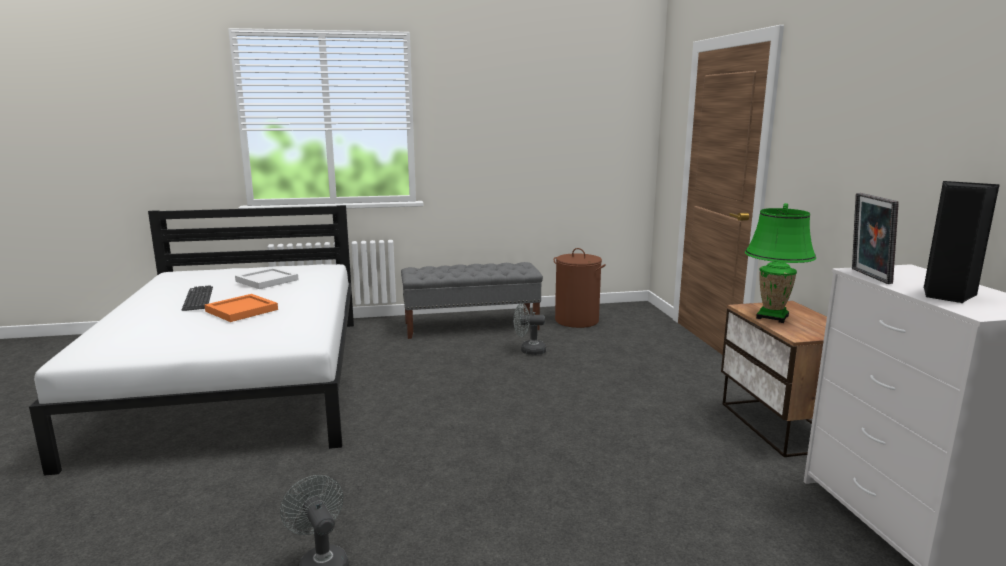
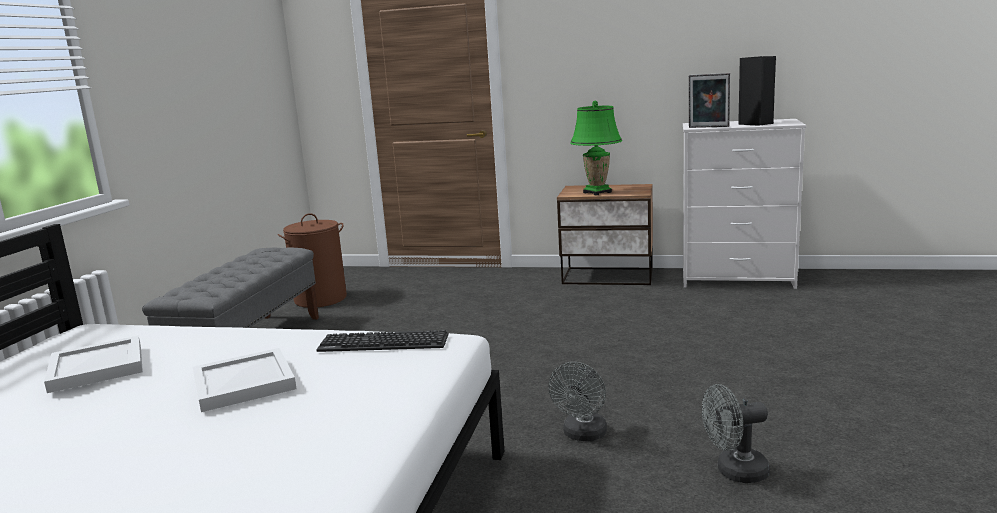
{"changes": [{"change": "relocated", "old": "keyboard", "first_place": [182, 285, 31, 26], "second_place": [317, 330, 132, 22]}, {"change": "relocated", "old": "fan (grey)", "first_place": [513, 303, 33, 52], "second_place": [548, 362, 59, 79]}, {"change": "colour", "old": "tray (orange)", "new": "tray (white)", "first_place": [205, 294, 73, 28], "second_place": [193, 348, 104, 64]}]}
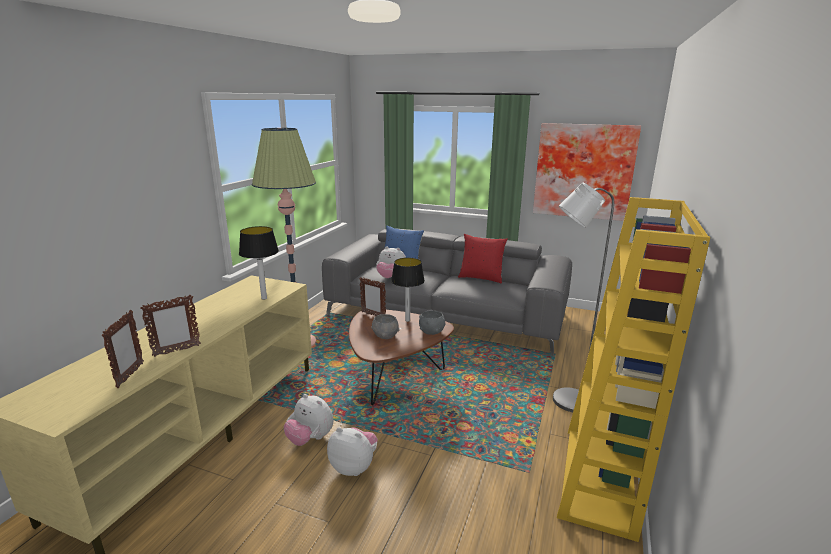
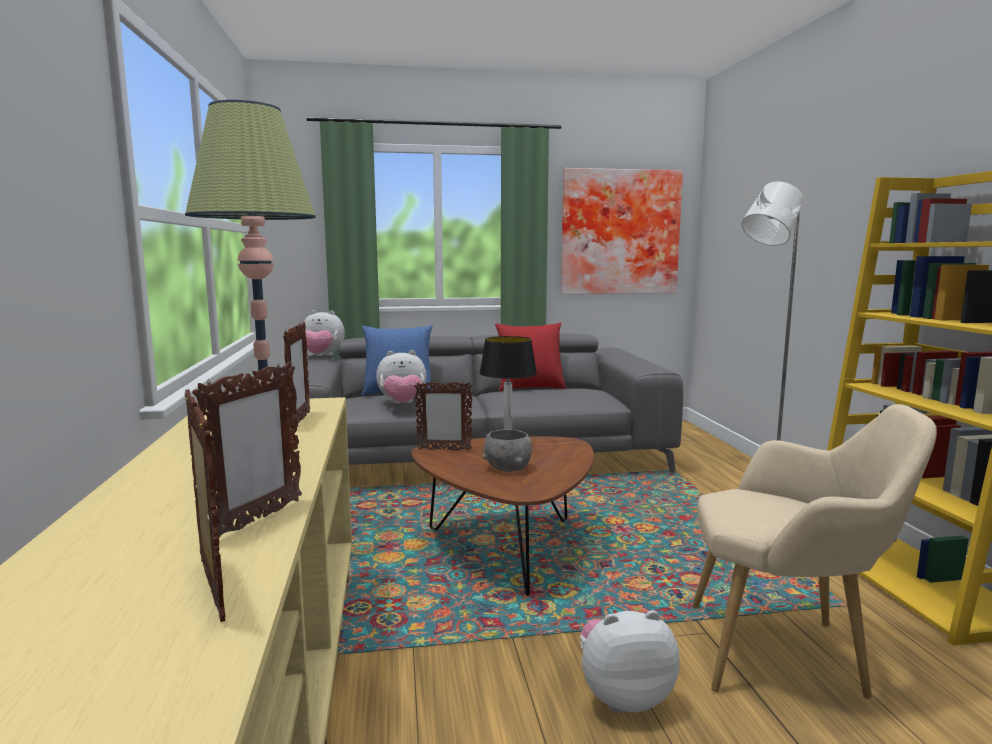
{"changes": [{"change": "missing", "old": "bowl (grey)", "first_place": [419, 311, 26, 24]}, {"change": "appeared", "new": "armchair (beige)", "second_place": [692, 404, 245, 295]}, {"change": "relocated", "old": "plush toy", "first_place": [284, 394, 49, 52], "second_place": [304, 310, 41, 46]}, {"change": "exchanged", "old": "table lamp", "new": "picture frame", "first_place": [239, 226, 40, 74], "second_place": [283, 322, 27, 108]}]}
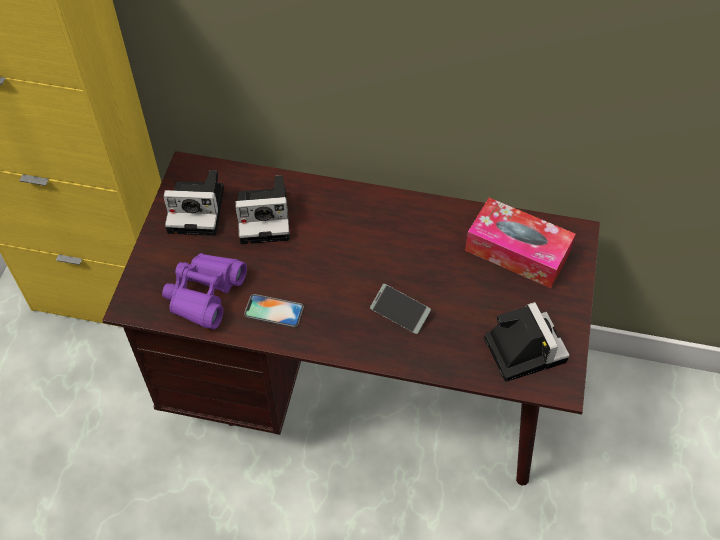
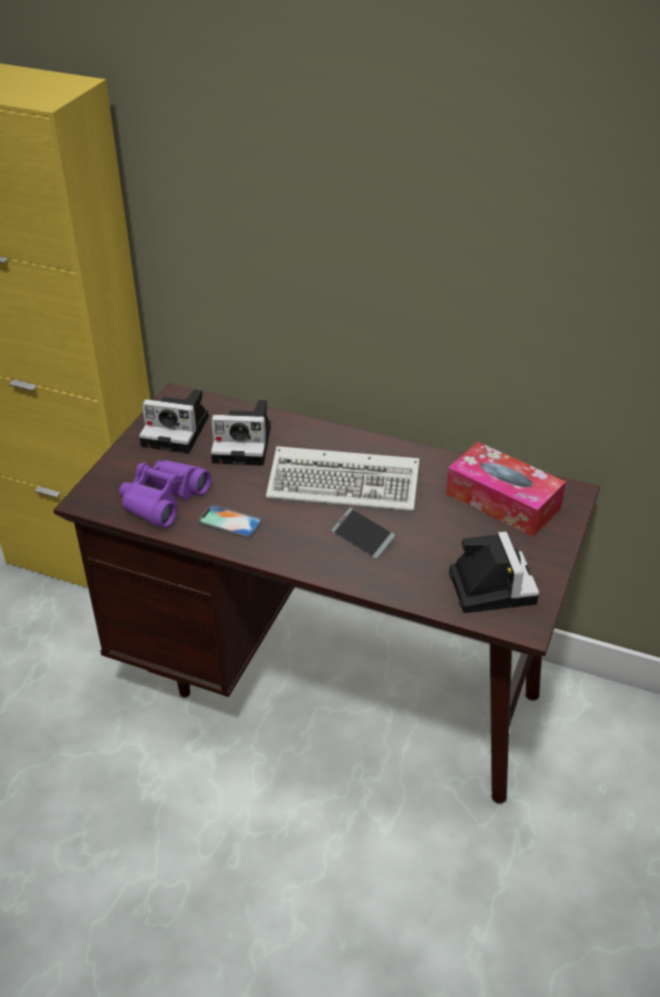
{"changes": [{"change": "appeared", "new": "keyboard", "second_place": [266, 446, 153, 65]}]}
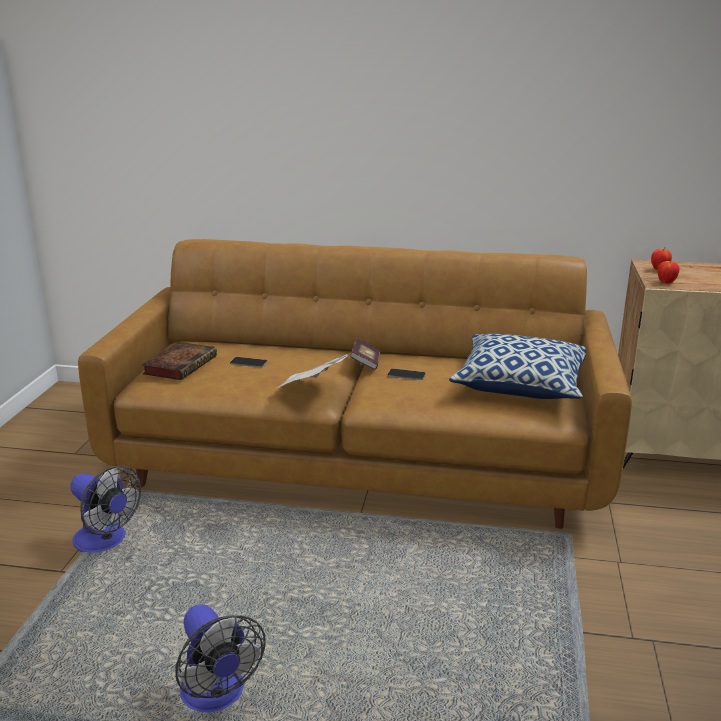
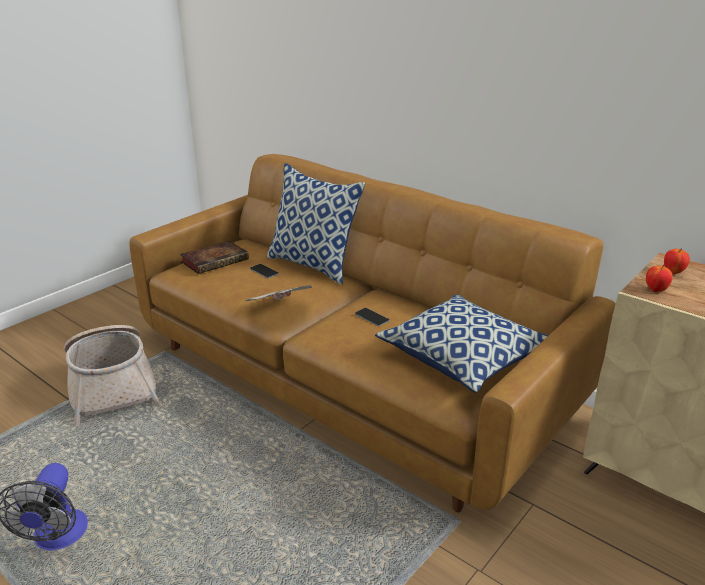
{"changes": [{"change": "missing", "old": "book", "first_place": [350, 338, 30, 32]}, {"change": "appeared", "new": "pillow", "second_place": [267, 163, 98, 122]}, {"change": "exchanged", "old": "fan", "new": "basket", "first_place": [70, 465, 71, 88], "second_place": [64, 325, 97, 101]}]}
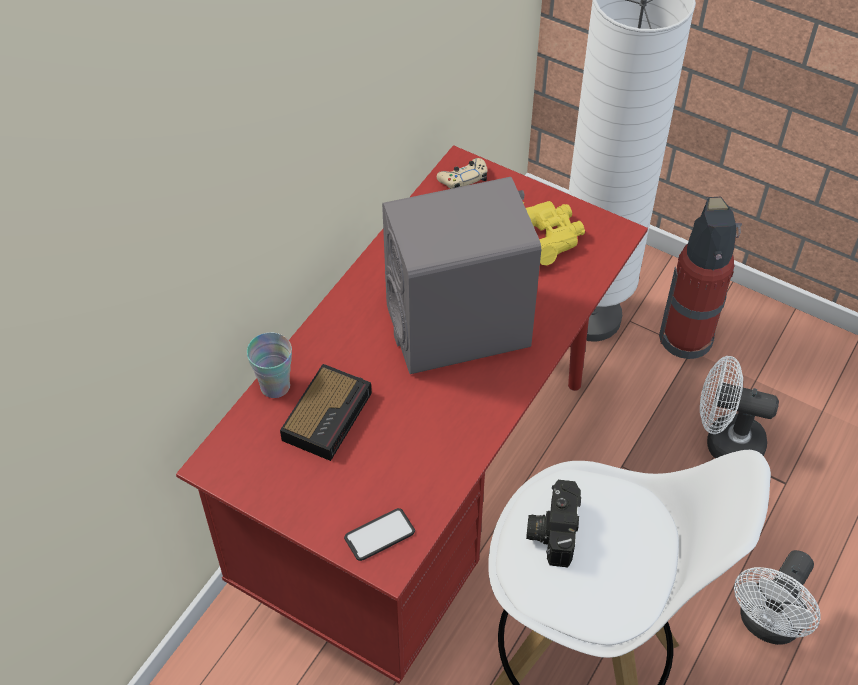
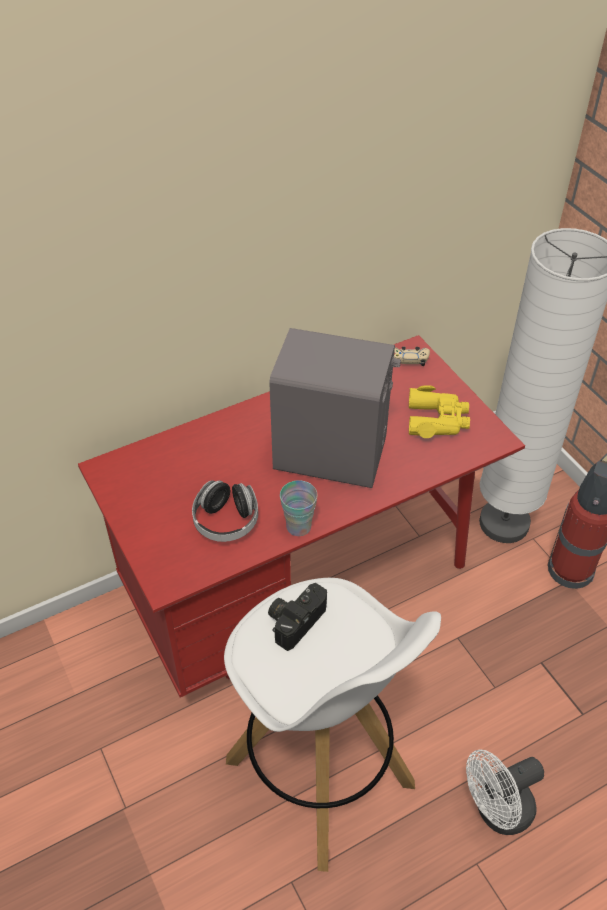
{"changes": [{"change": "missing", "old": "alarm clock", "first_place": [280, 364, 92, 97]}, {"change": "missing", "old": "phone", "first_place": [344, 508, 71, 53]}, {"change": "missing", "old": "fan (white)", "first_place": [700, 356, 79, 102]}, {"change": "appeared", "new": "headphones", "second_place": [192, 480, 66, 62]}, {"change": "relocated", "old": "cup", "first_place": [247, 332, 45, 66], "second_place": [280, 480, 38, 56]}]}
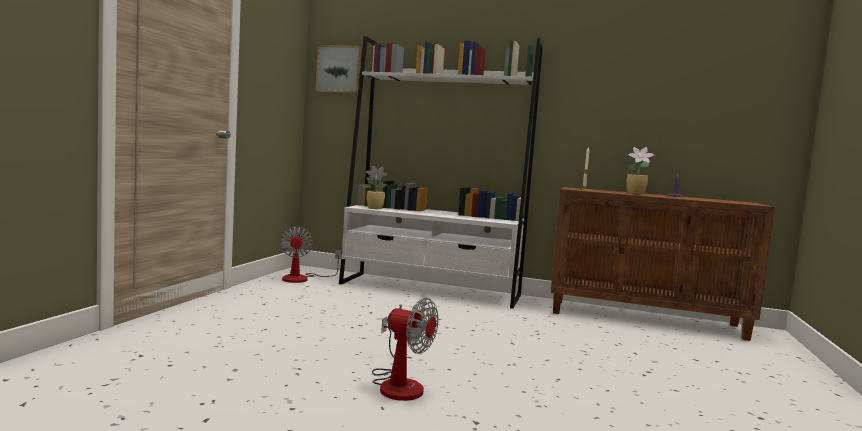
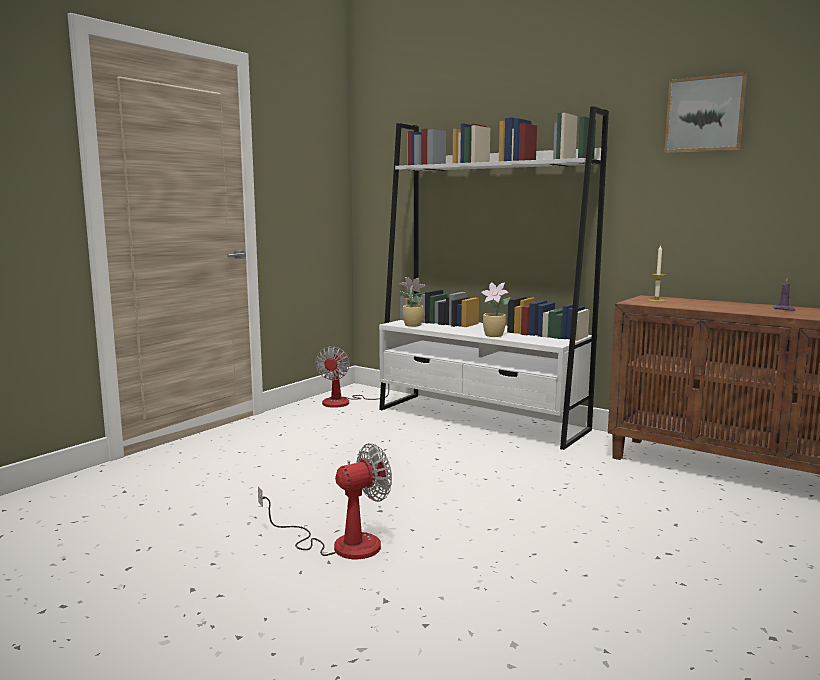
{"changes": [{"change": "relocated", "old": "picture", "first_place": [315, 45, 47, 48], "second_place": [664, 72, 84, 81]}, {"change": "relocated", "old": "potted plant", "first_place": [626, 147, 29, 47], "second_place": [481, 282, 30, 55]}, {"change": "spun", "old": "fan", "first_place": [372, 298, 66, 103], "second_place": [258, 443, 134, 116], "degrees": -75}]}
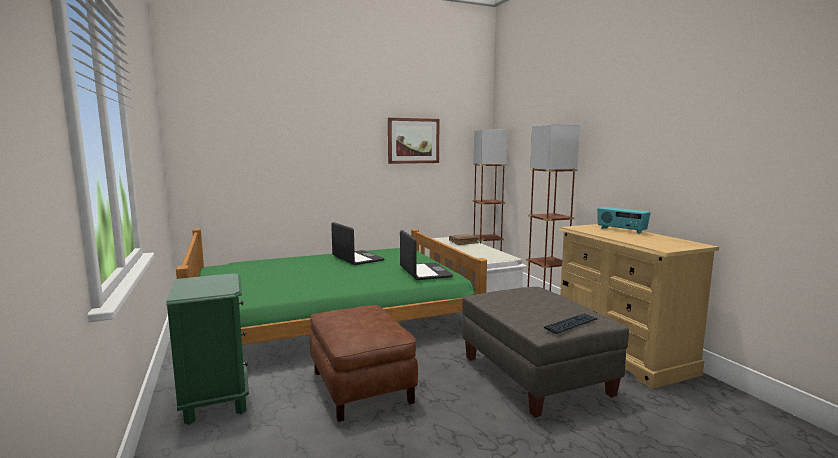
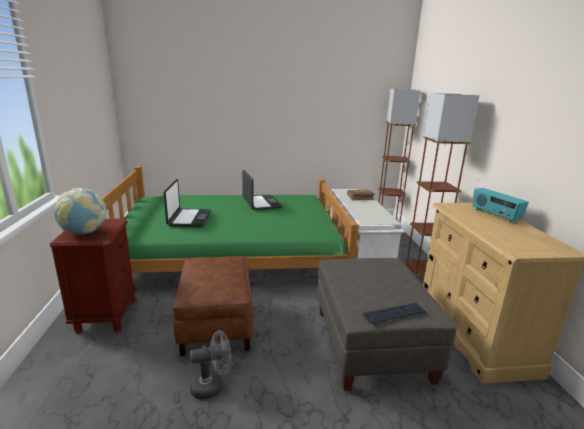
{"changes": [{"change": "missing", "old": "picture", "first_place": [388, 118, 51, 46]}, {"change": "appeared", "new": "globe", "second_place": [54, 188, 52, 46]}, {"change": "appeared", "new": "fan (grey)", "second_place": [190, 330, 41, 70]}, {"change": "relocated", "old": "laptop", "first_place": [400, 230, 53, 50], "second_place": [163, 179, 48, 48]}, {"change": "colour", "old": "nightstand (green)", "new": "nightstand (brown)", "first_place": [167, 273, 82, 152], "second_place": [50, 219, 87, 115]}]}
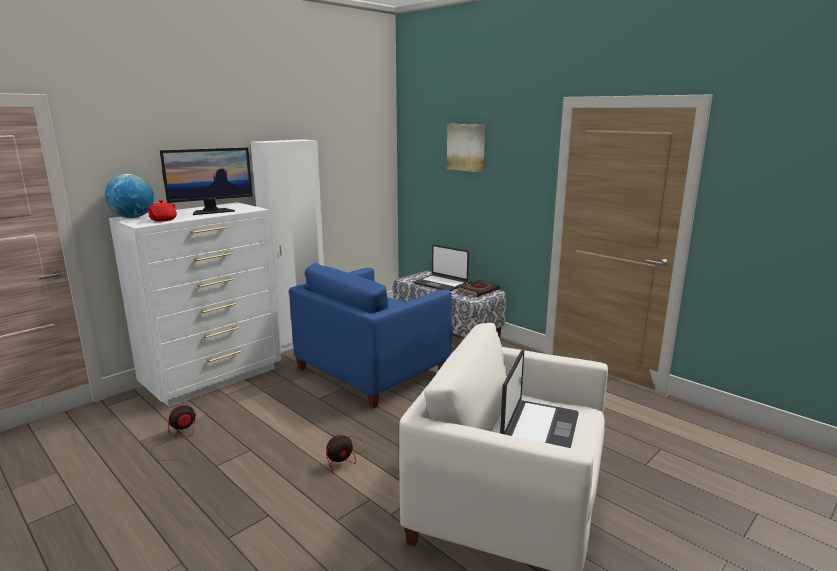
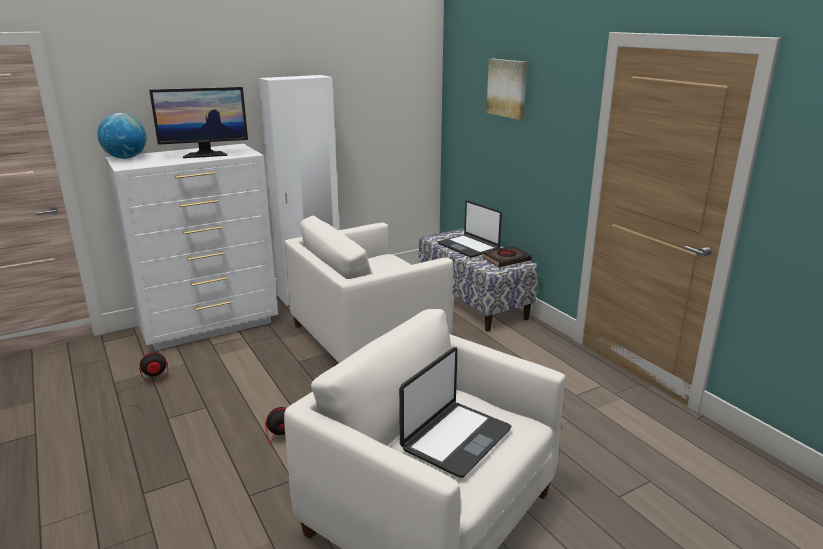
{"changes": [{"change": "missing", "old": "teapot (red)", "first_place": [147, 200, 30, 22]}, {"change": "colour", "old": "armchair (blue)", "new": "armchair (white)", "first_place": [289, 263, 163, 146], "second_place": [284, 216, 169, 147]}]}
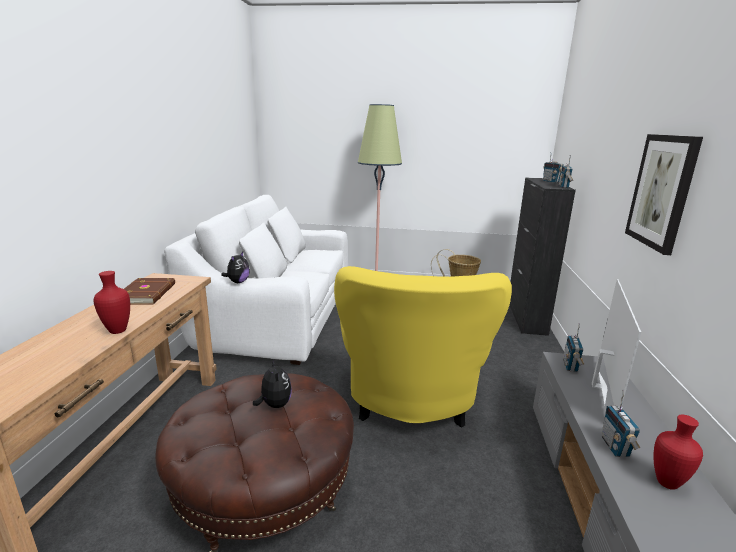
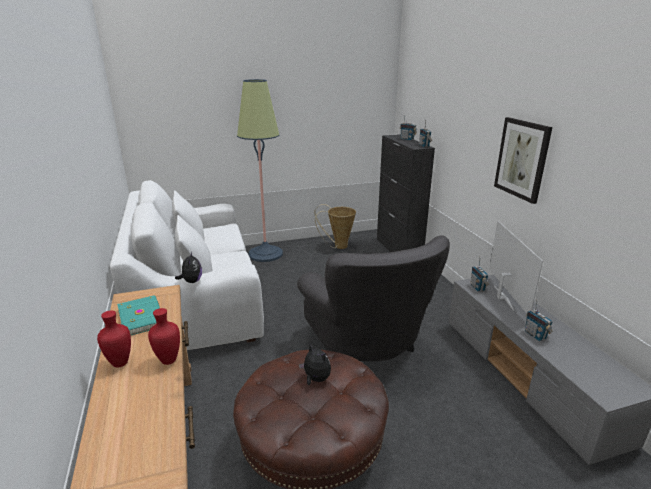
{"changes": [{"change": "relocated", "old": "vase (red)", "first_place": [654, 415, 49, 75], "second_place": [97, 311, 34, 57]}, {"change": "colour", "old": "book (brown)", "new": "book (turquoise)", "first_place": [124, 278, 51, 26], "second_place": [117, 295, 43, 41]}, {"change": "colour", "old": "armchair (yellow)", "new": "armchair (grey)", "first_place": [334, 266, 178, 162], "second_place": [297, 235, 153, 126]}]}
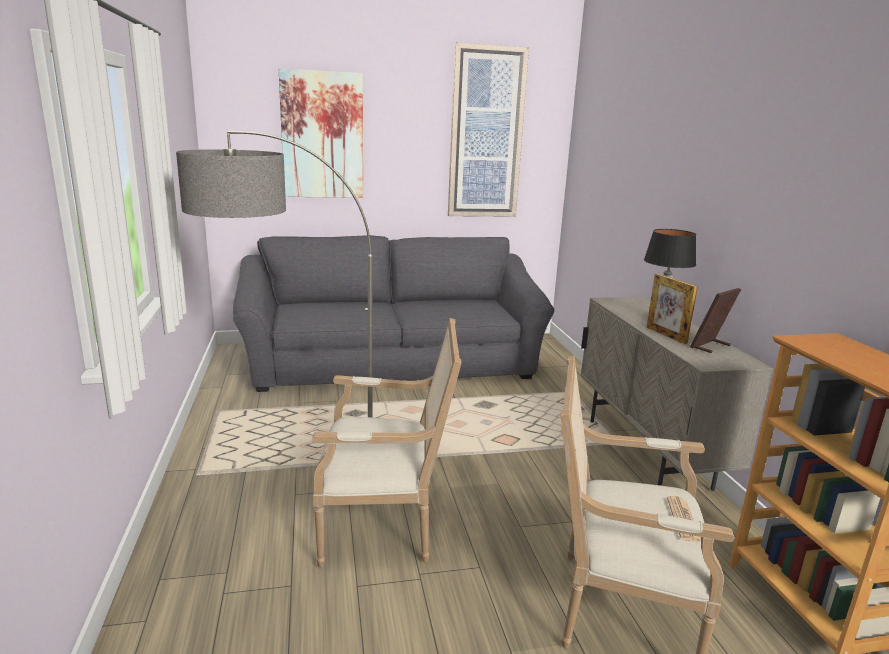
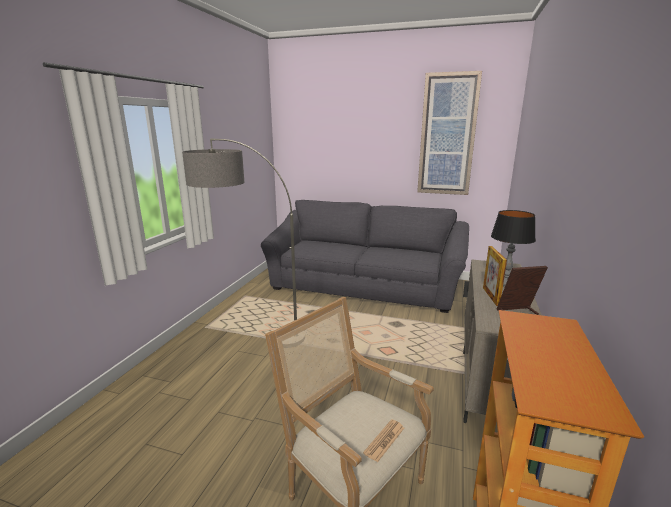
{"changes": [{"change": "missing", "old": "picture", "first_place": [279, 68, 84, 130]}, {"change": "missing", "old": "armchair", "first_place": [312, 318, 150, 250]}]}
